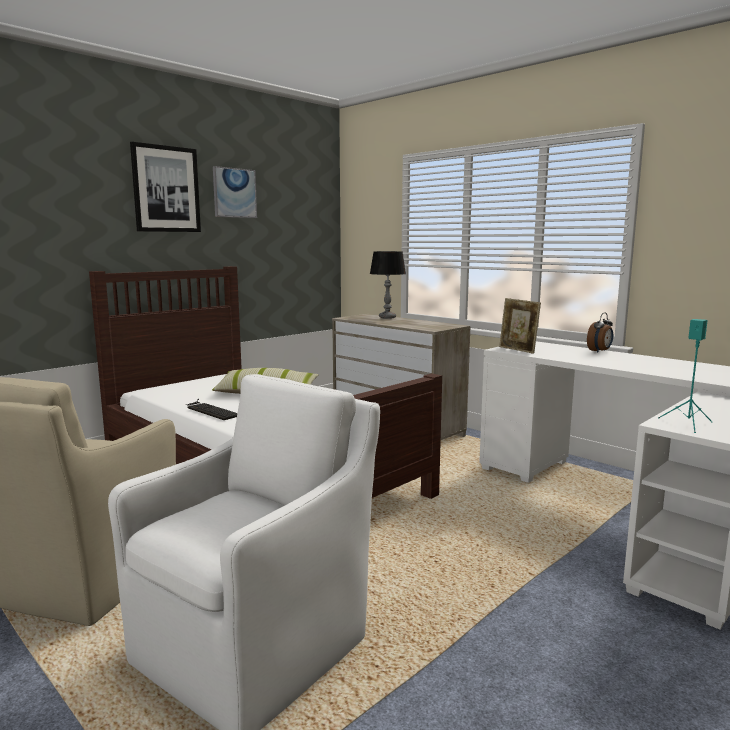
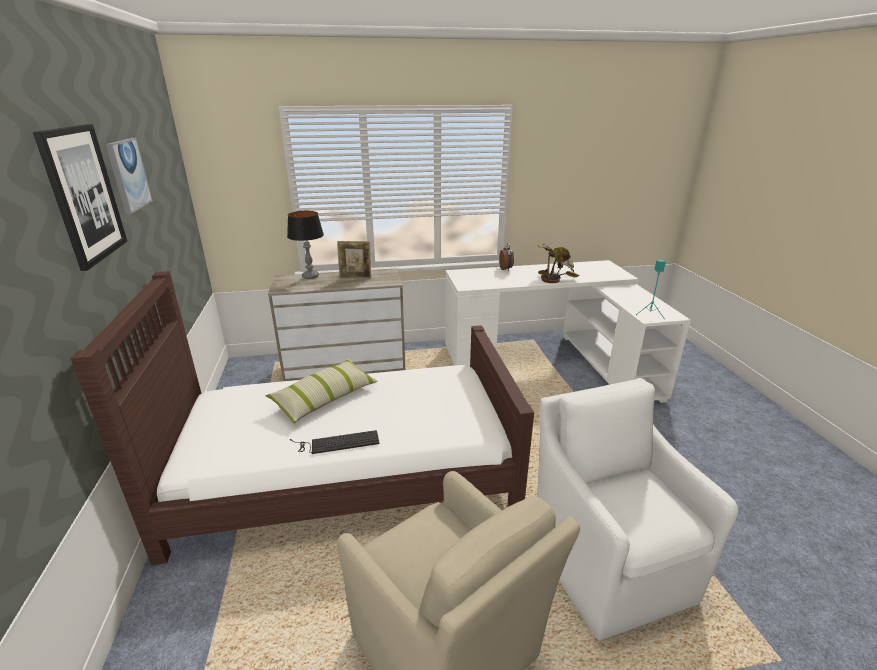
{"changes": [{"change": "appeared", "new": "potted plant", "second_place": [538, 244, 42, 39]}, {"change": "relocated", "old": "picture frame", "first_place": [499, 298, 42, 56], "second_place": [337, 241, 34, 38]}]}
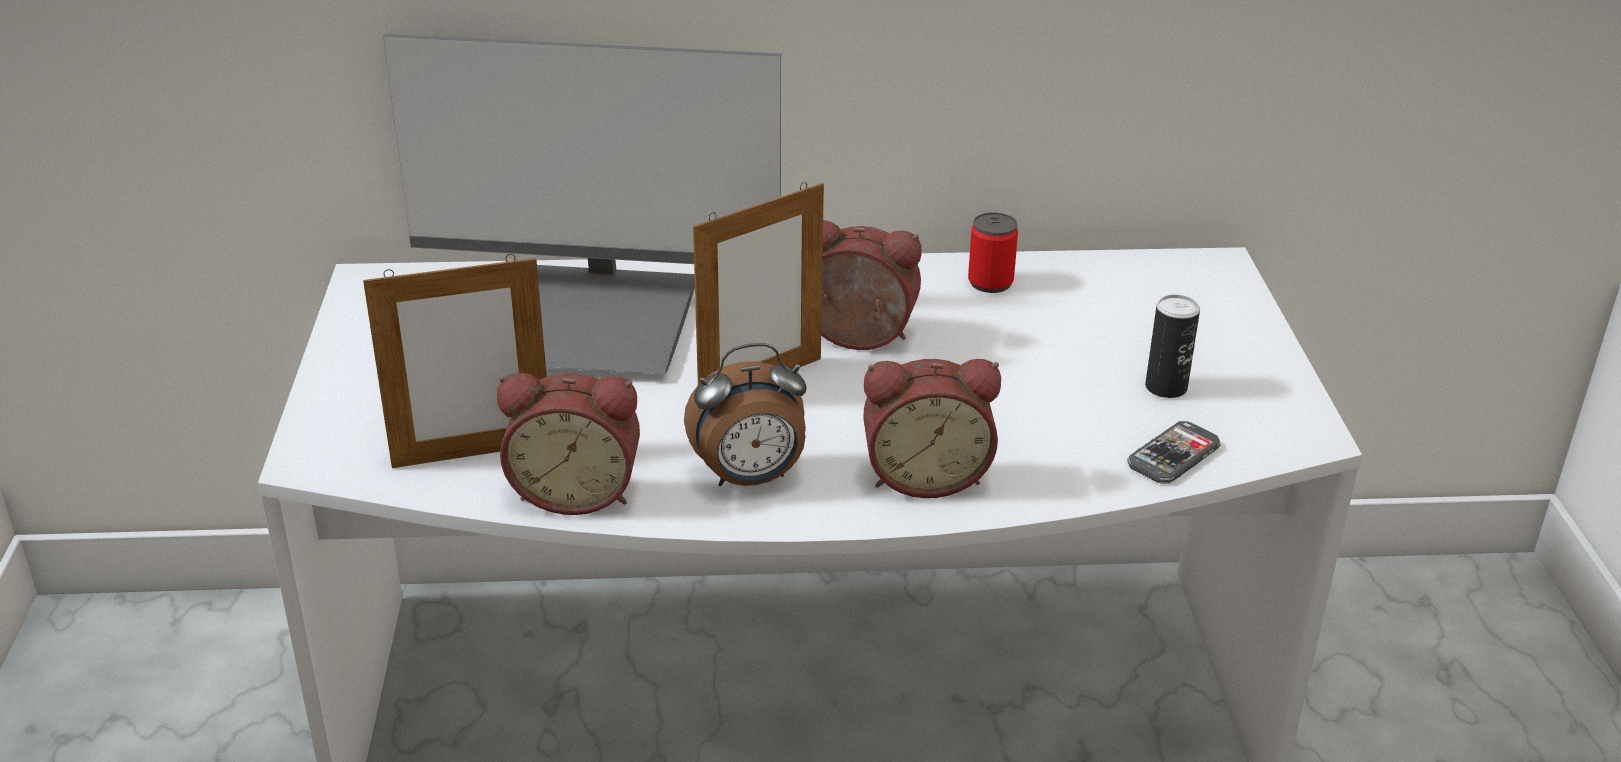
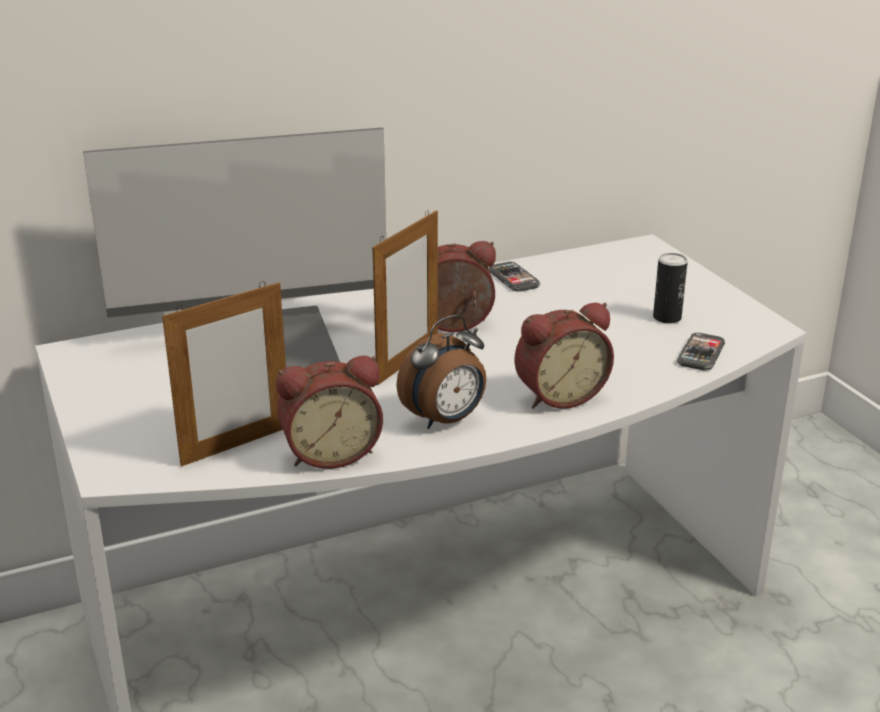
{"changes": [{"change": "exchanged", "old": "can", "new": "phone", "first_place": [968, 212, 50, 81], "second_place": [489, 262, 51, 30]}]}
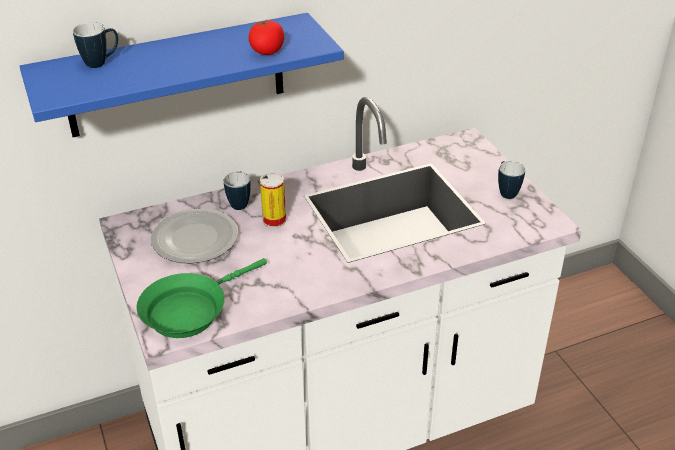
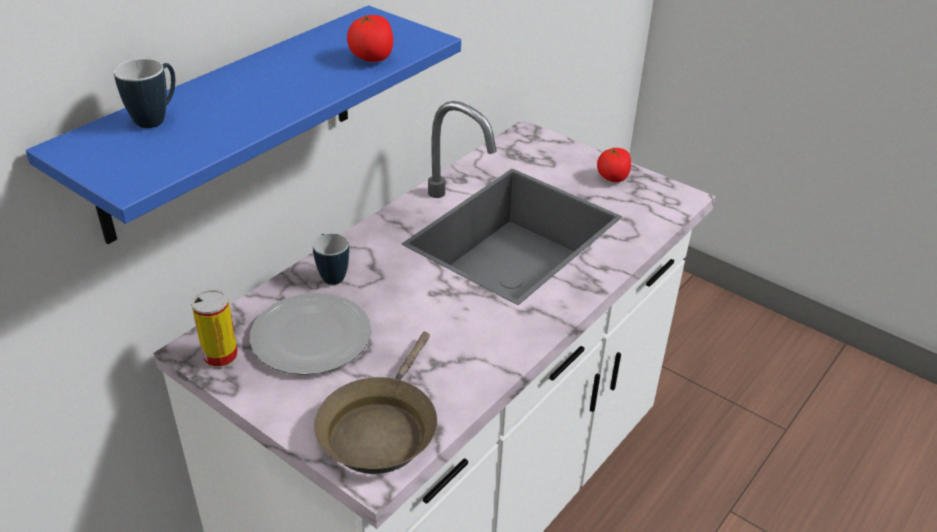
{"changes": [{"change": "relocated", "old": "can", "first_place": [260, 173, 26, 55], "second_place": [191, 289, 47, 80]}, {"change": "exchanged", "old": "mug", "new": "tomato", "first_place": [498, 161, 27, 38], "second_place": [597, 147, 34, 35]}, {"change": "colour", "old": "frying pan (green)", "new": "frying pan (brown)", "first_place": [136, 258, 131, 80], "second_place": [314, 332, 123, 142]}]}
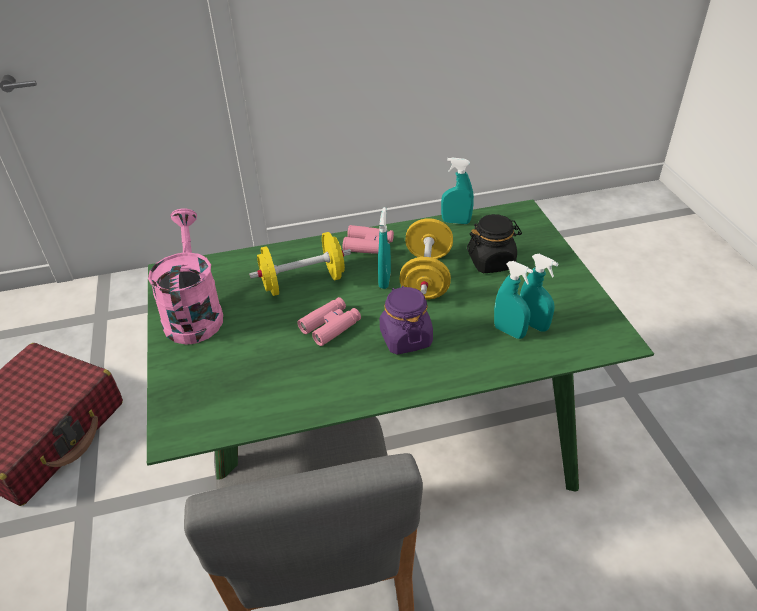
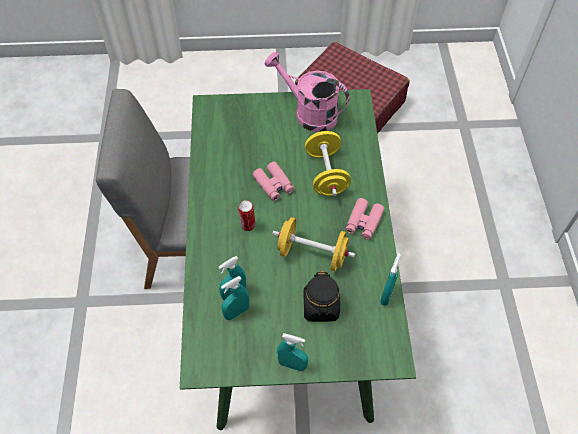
{"changes": [{"change": "relocated", "old": "spray bottle (turquoise)", "first_place": [378, 207, 13, 82], "second_place": [277, 333, 31, 39]}, {"change": "exchanged", "old": "jar (purple)", "new": "can", "first_place": [380, 286, 53, 69], "second_place": [238, 200, 18, 31]}, {"change": "spun", "old": "watering can (pink)", "first_place": [148, 208, 75, 136], "second_place": [265, 52, 85, 80], "degrees": -150}]}
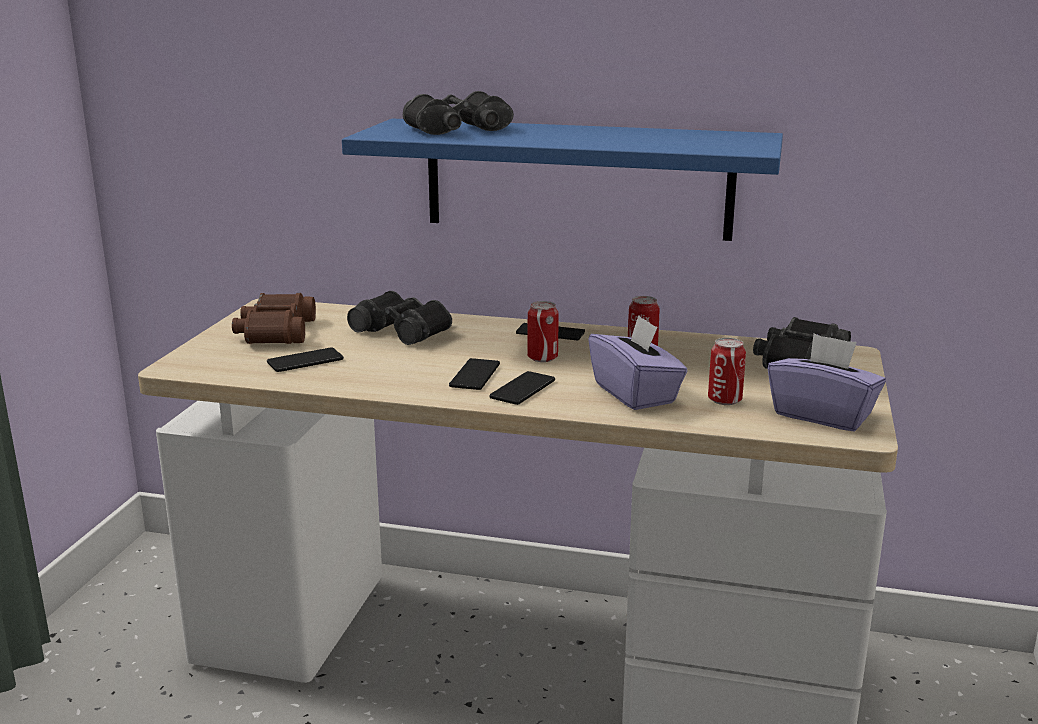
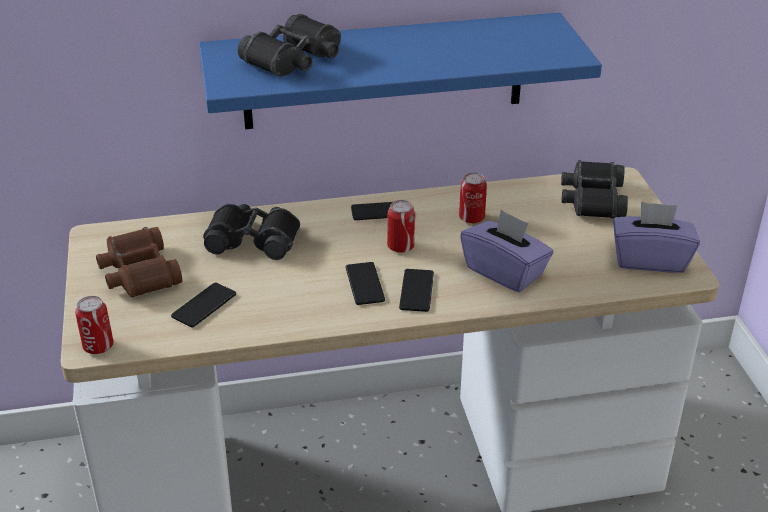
{"changes": [{"change": "relocated", "old": "can", "first_place": [708, 338, 38, 67], "second_place": [75, 296, 39, 58]}]}
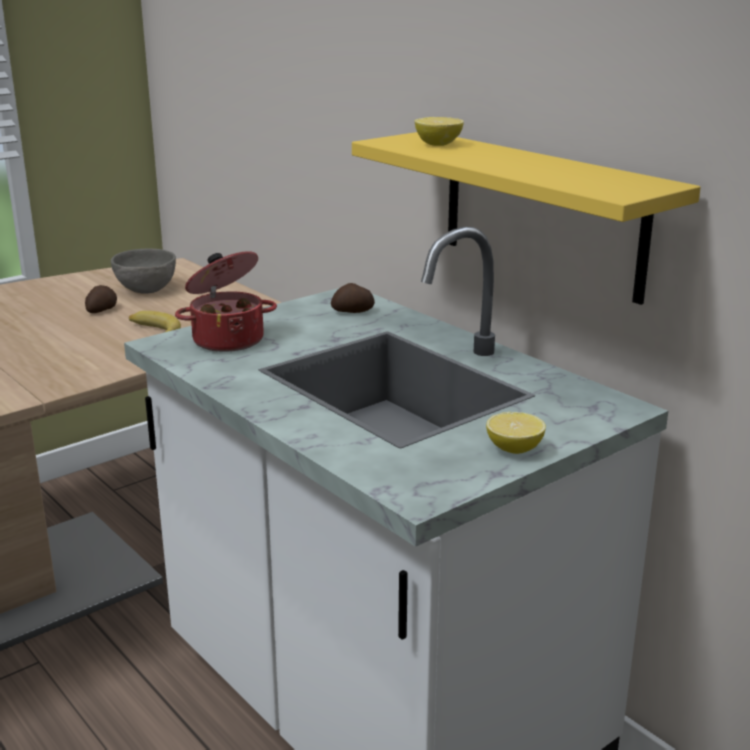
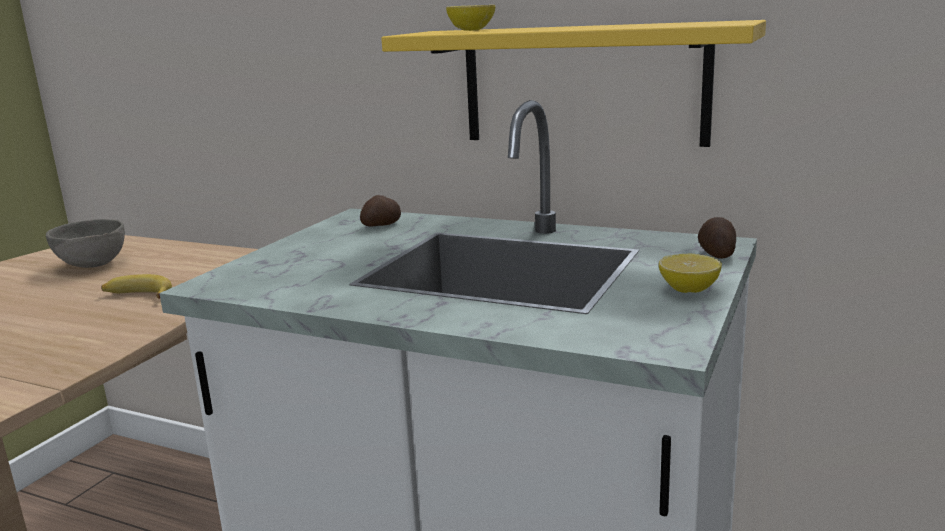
{"changes": [{"change": "missing", "old": "cooking pot", "first_place": [175, 251, 102, 101]}, {"change": "relocated", "old": "potato", "first_place": [85, 285, 32, 28], "second_place": [698, 217, 38, 42]}]}
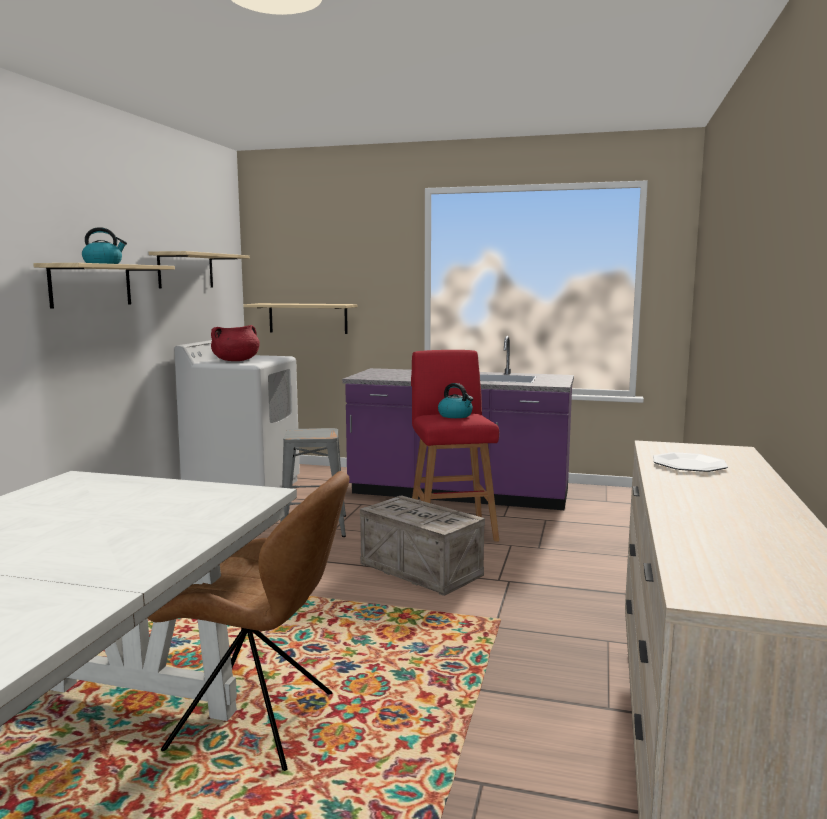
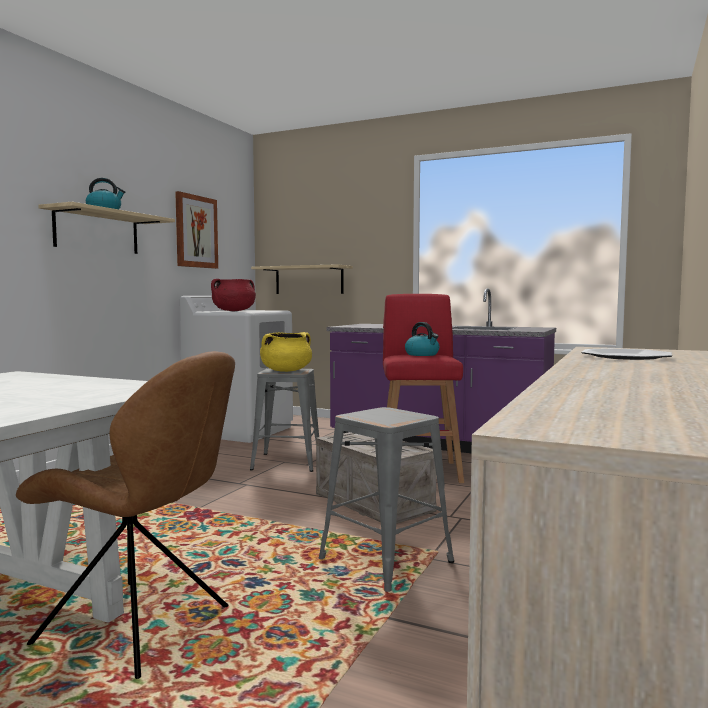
{"changes": [{"change": "appeared", "new": "cooking pot (yellow)", "second_place": [260, 332, 52, 40]}, {"change": "appeared", "new": "stool (grey)", "second_place": [319, 407, 135, 185]}, {"change": "exchanged", "old": "shelf", "new": "picture", "first_place": [149, 251, 101, 37], "second_place": [175, 191, 43, 78]}]}
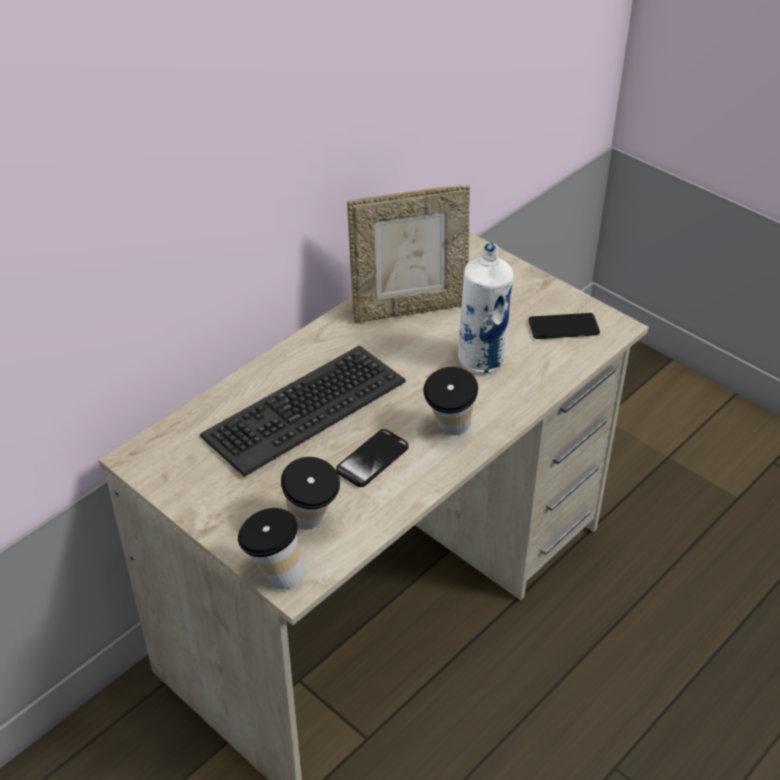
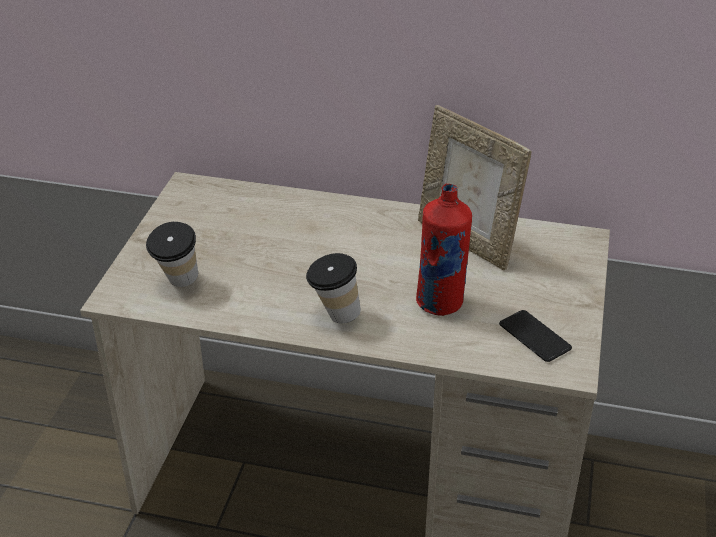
{"changes": [{"change": "missing", "old": "keyboard", "first_place": [200, 345, 206, 132]}, {"change": "missing", "old": "cup", "first_place": [238, 508, 67, 81]}, {"change": "missing", "old": "phone", "first_place": [336, 429, 72, 58]}, {"change": "colour", "old": "bottle (white)", "new": "bottle (red)", "first_place": [458, 243, 55, 130], "second_place": [416, 184, 56, 132]}]}
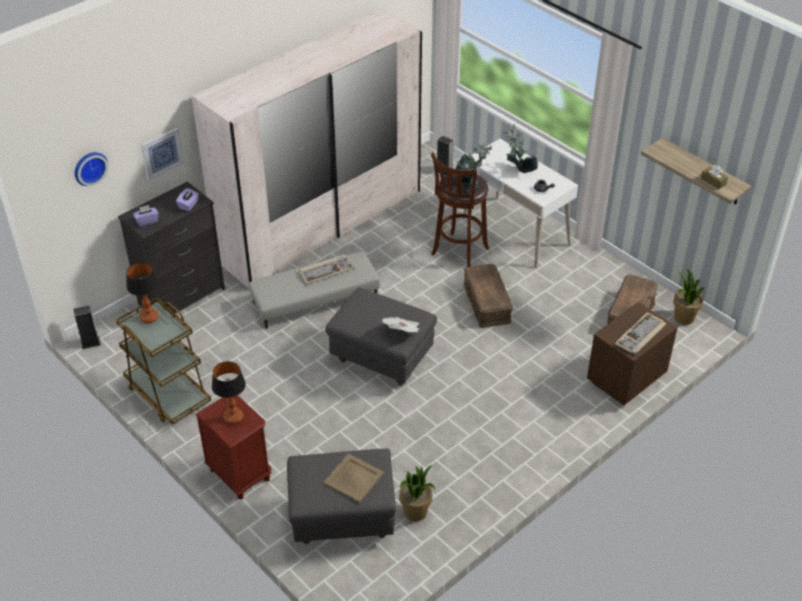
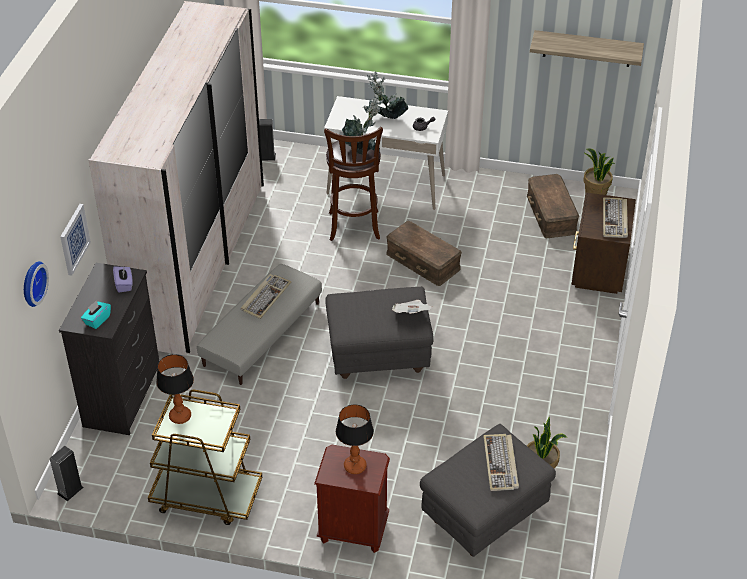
{"changes": [{"change": "missing", "old": "tissue box (brown)", "first_place": [701, 165, 27, 24]}, {"change": "exchanged", "old": "tray (beige)", "new": "keyboard", "first_place": [323, 454, 61, 49], "second_place": [483, 434, 36, 57]}, {"change": "colour", "old": "tissue box (purple)", "new": "tissue box (turquoise)", "first_place": [133, 205, 26, 22], "second_place": [81, 301, 30, 28]}]}
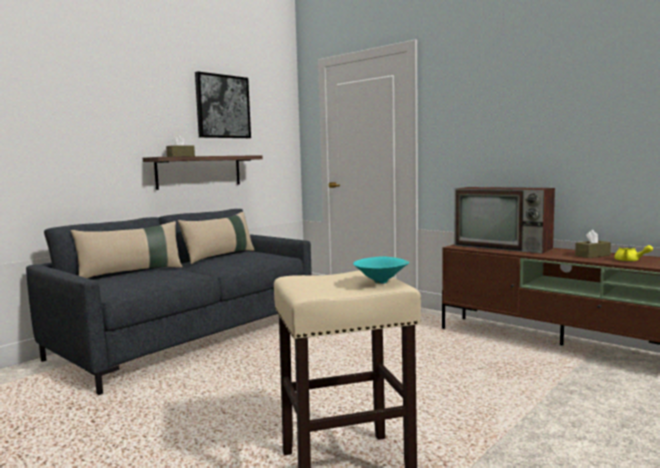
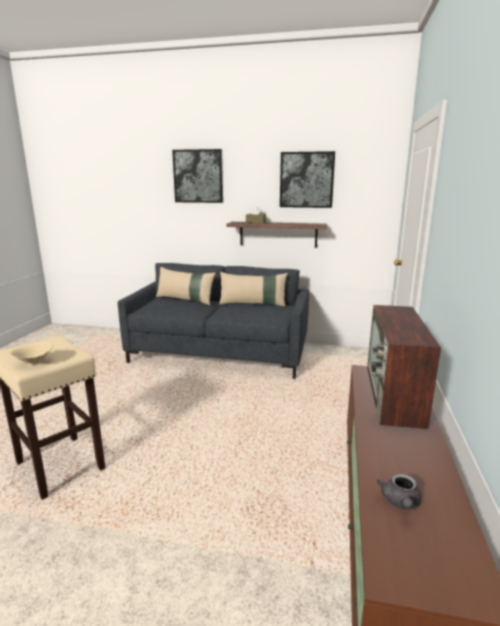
{"changes": [{"change": "missing", "old": "tissue box (brown)", "first_place": [575, 230, 36, 28]}, {"change": "appeared", "new": "picture", "second_place": [172, 149, 51, 54]}, {"change": "colour", "old": "bowl (turquoise)", "new": "bowl (beige)", "first_place": [353, 257, 56, 27], "second_place": [10, 343, 43, 22]}, {"change": "colour", "old": "teapot (yellow)", "new": "teapot (grey)", "first_place": [614, 245, 39, 17], "second_place": [377, 473, 44, 37]}]}
